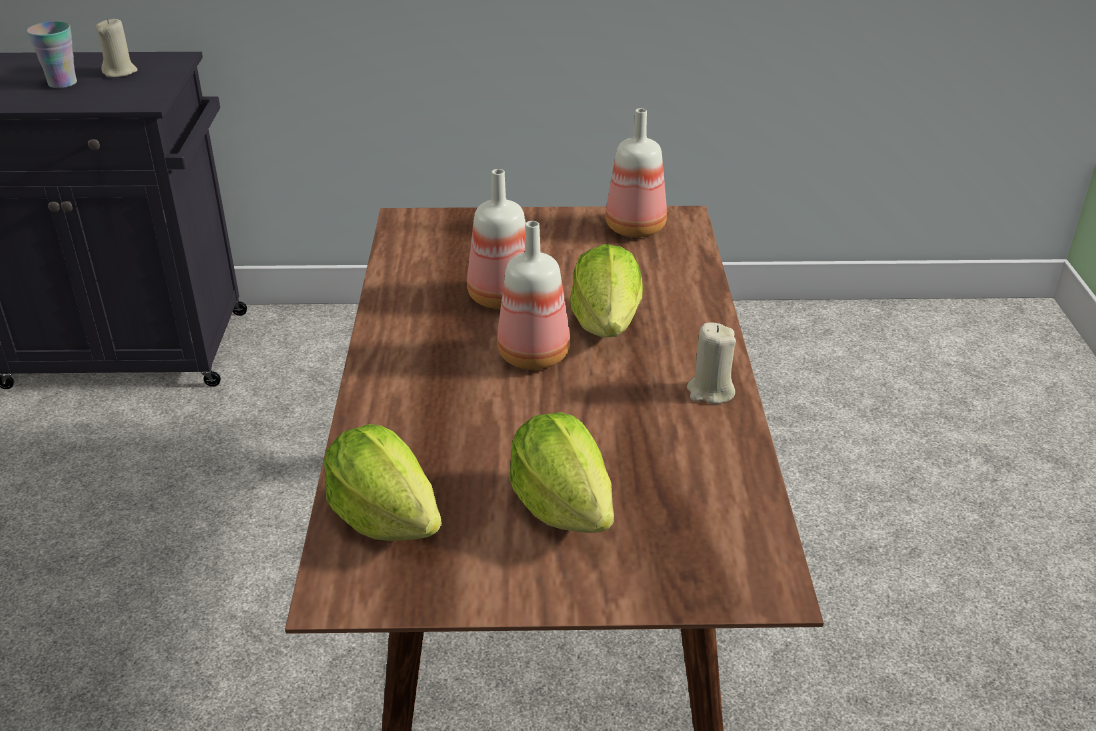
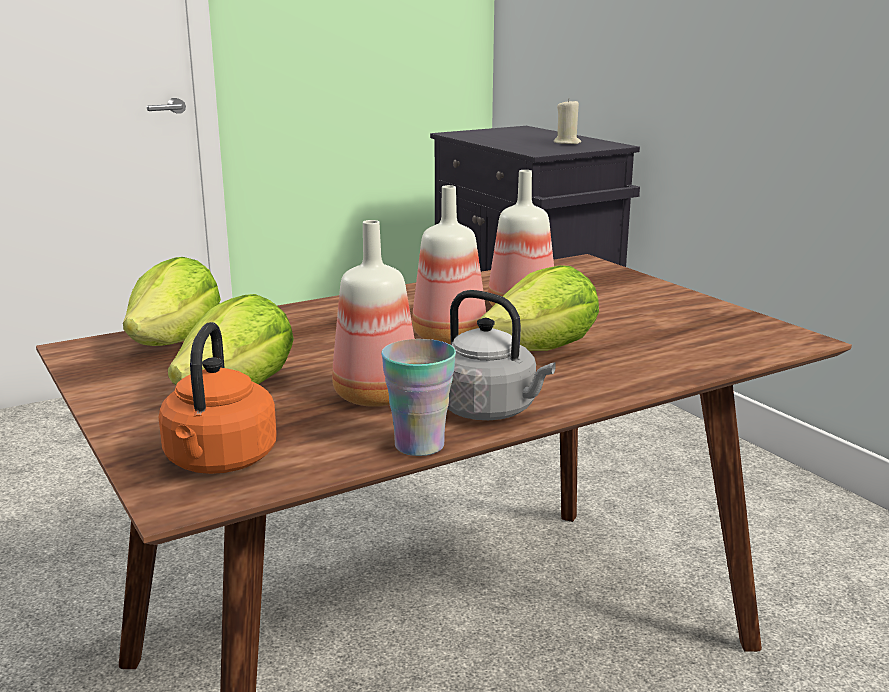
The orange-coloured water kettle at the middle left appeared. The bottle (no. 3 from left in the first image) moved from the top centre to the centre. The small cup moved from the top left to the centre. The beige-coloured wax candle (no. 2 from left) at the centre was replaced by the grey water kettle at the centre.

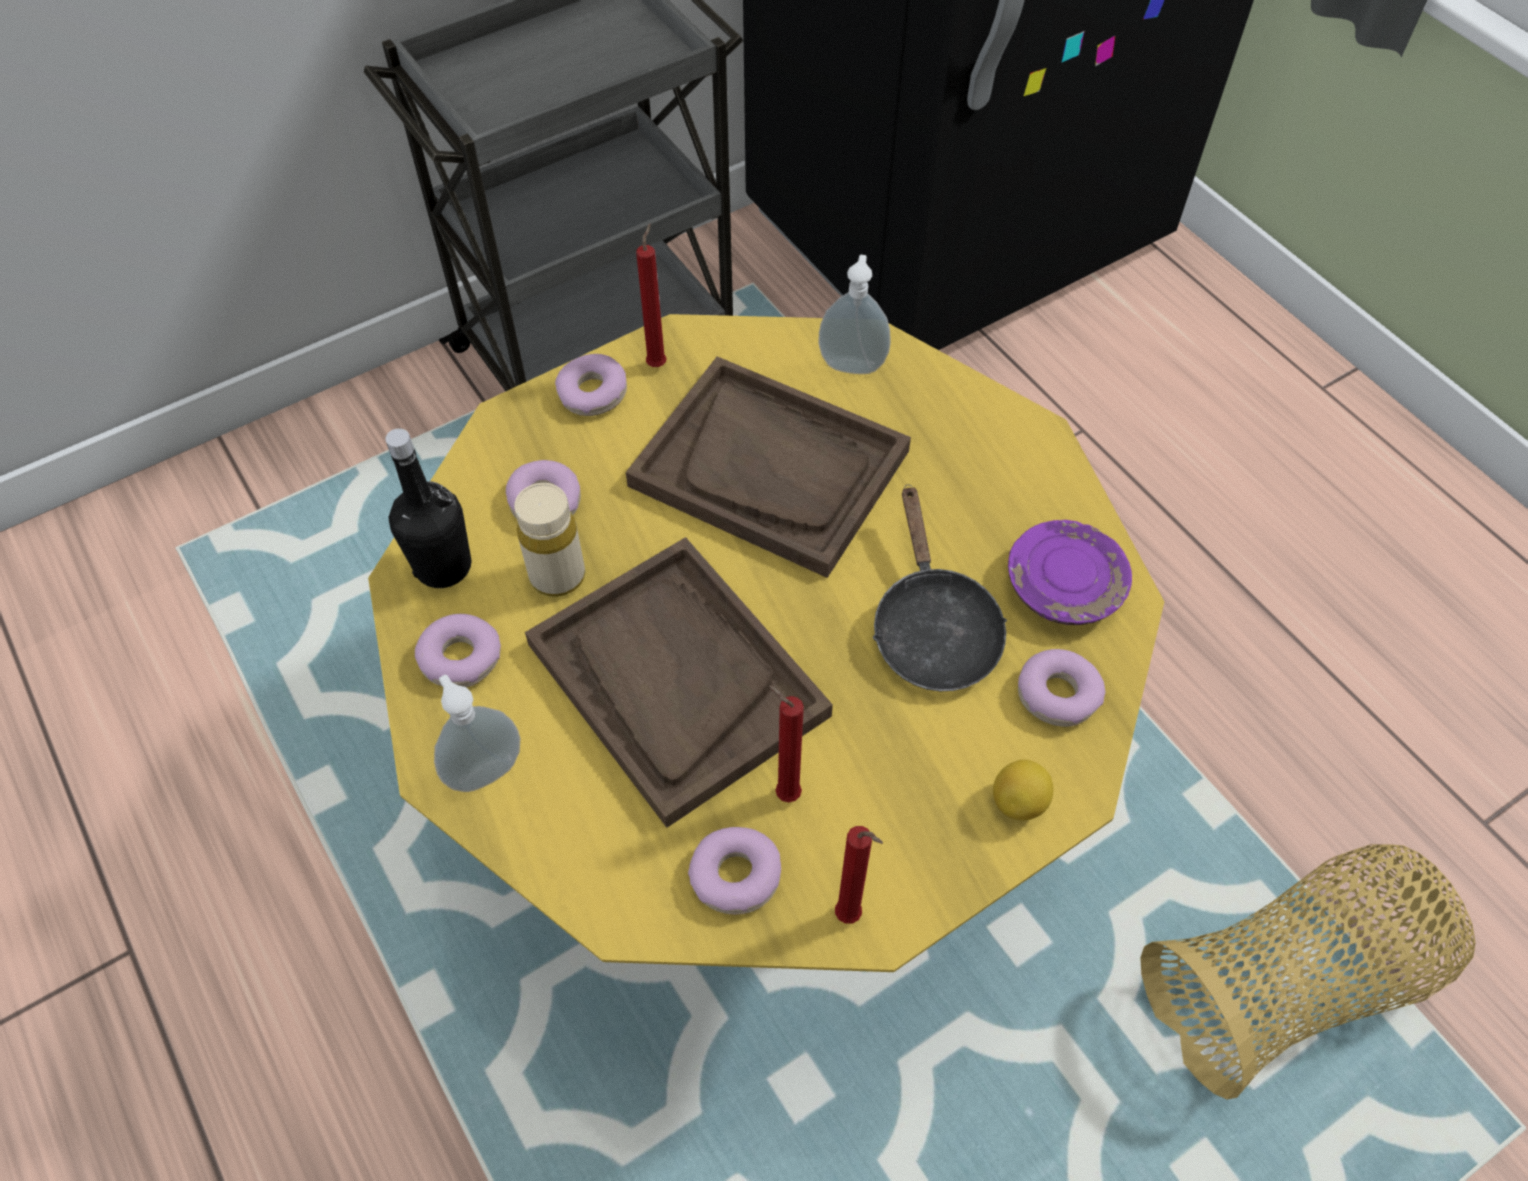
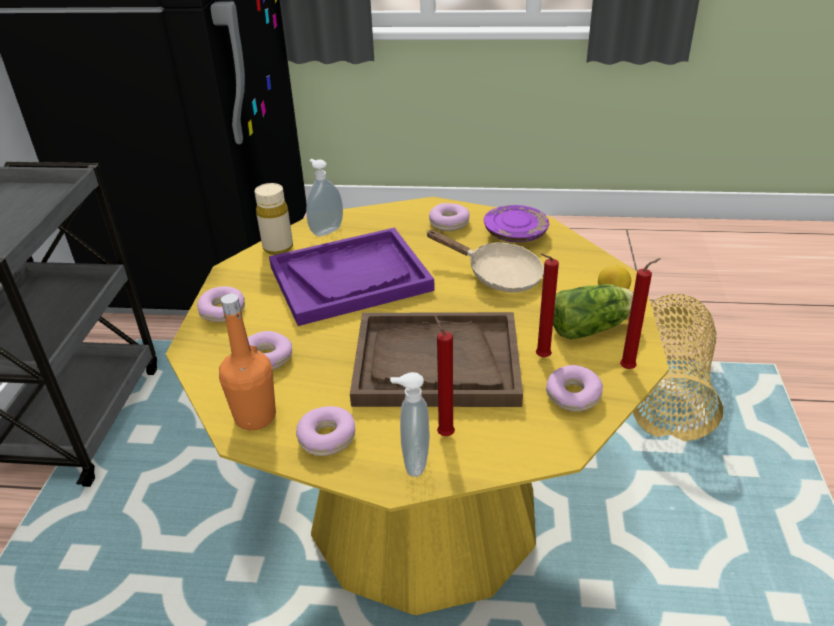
The black-coloured bottle at the middle left became the orange-coloured bottle at the middle left. The beige-coloured bottle moved from the centre to the middle left. The brownish tray (no. 2 from left) at the centre became the purple-coloured tray at the centre. The black-coloured pan at the centre became the beige-coloured pan at the centre. The doughnut (no. 5 from left in the first image) moved from the middle right to the centre. The reddish wax candle (no. 1 from left) moved from the top centre to the centre. The lettuce at the middle right appeared.

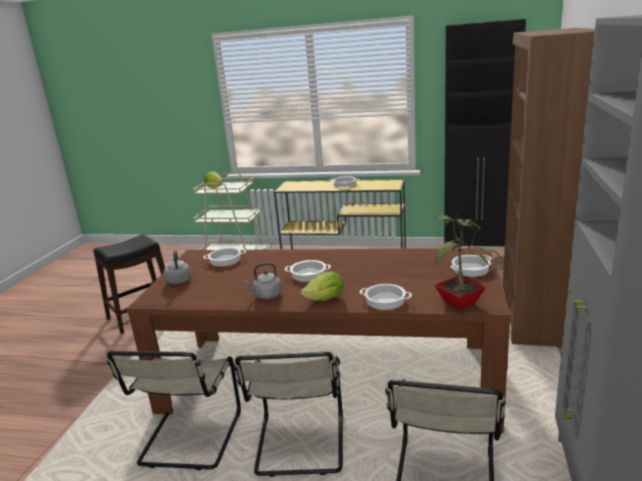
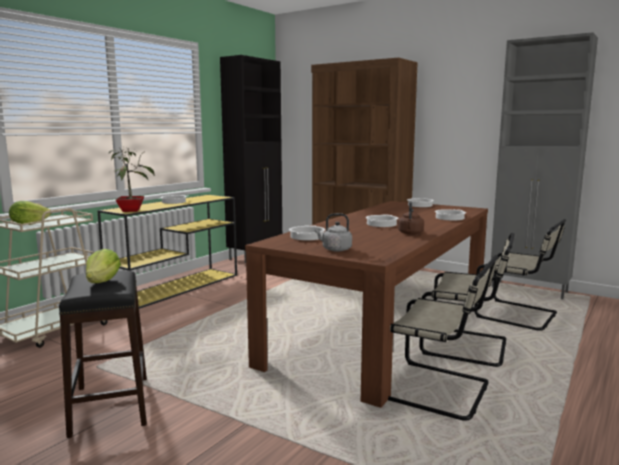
The lettuce (no. 2 from left) moved from the centre to the middle left. The potted plant moved from the middle right to the middle left. The grey water kettle (no. 2 from left) at the centre became the brownish water kettle at the centre.

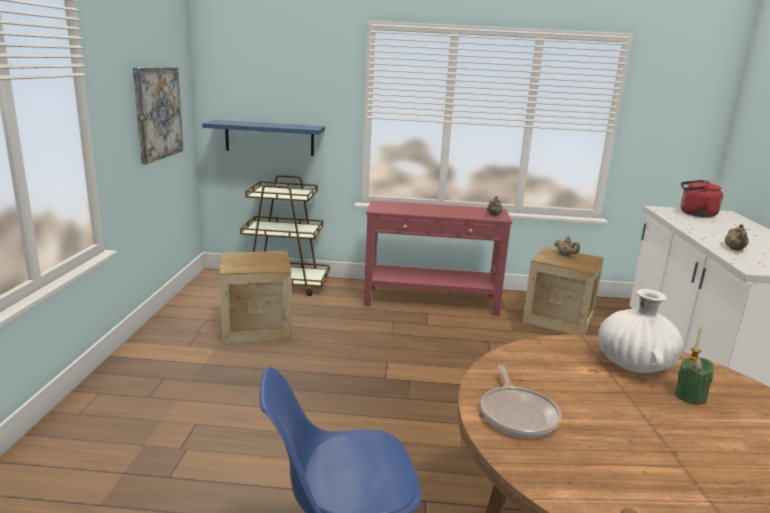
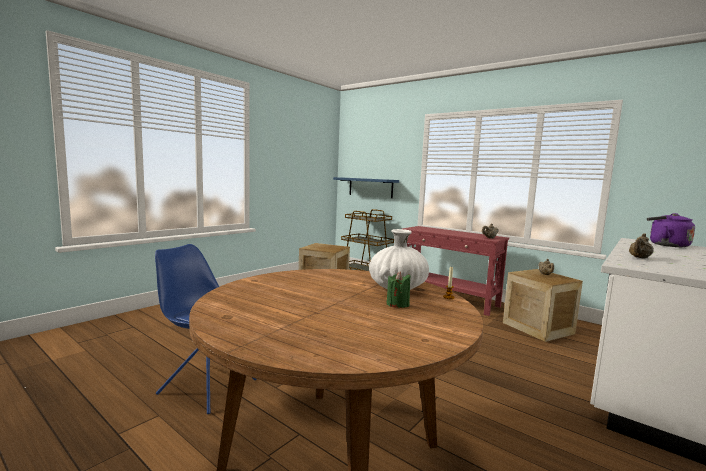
The reddish water kettle at the middle right became the purple-coloured water kettle at the middle right. The wall art at the top left disappeared. The pan at the bottom right disappeared.

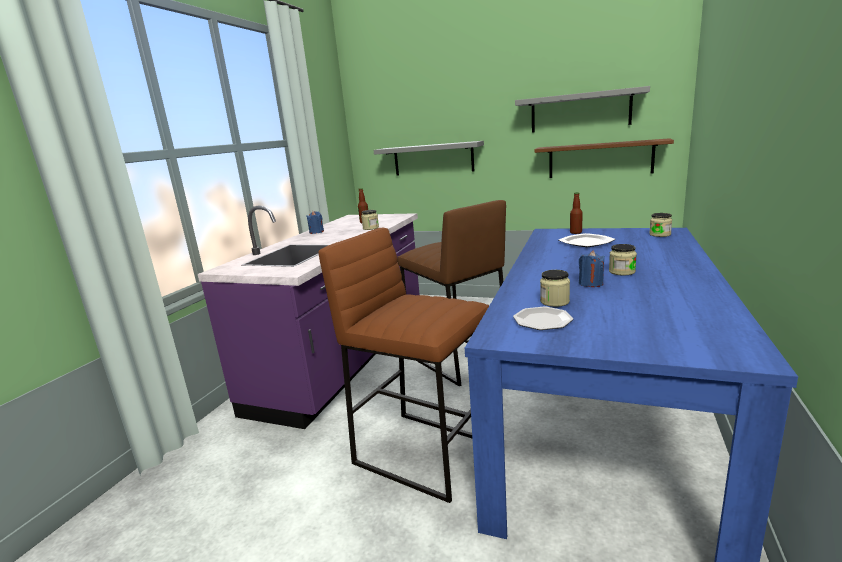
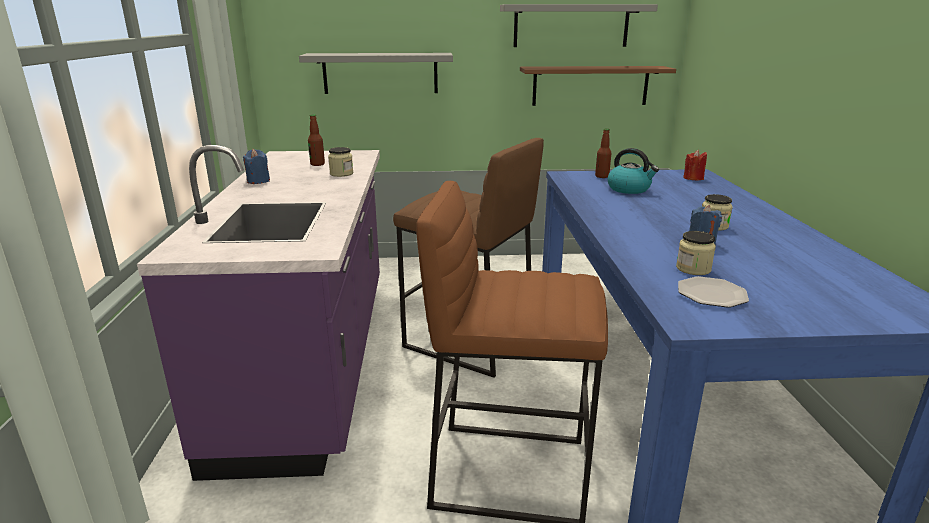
The plate (no. 2 from left) at the middle right was replaced by the water kettle at the top right. The storage jar (no. 4 from left) at the middle right was replaced by the reddish wax candle at the top right.

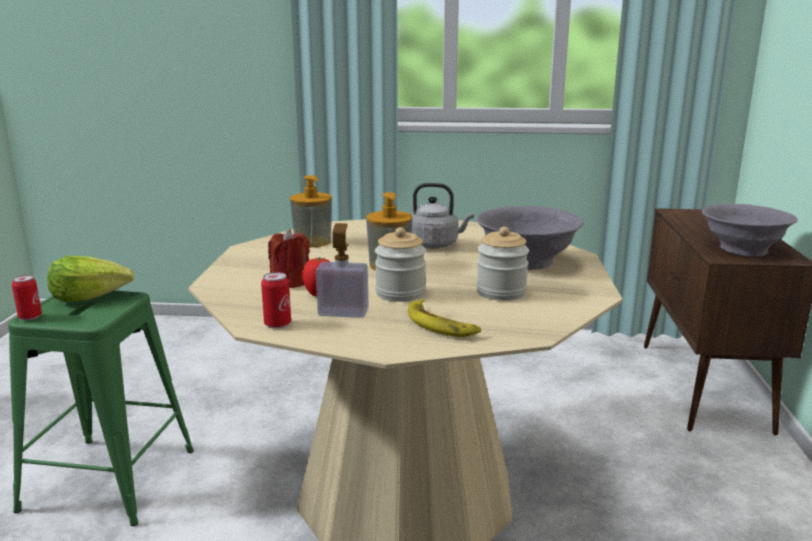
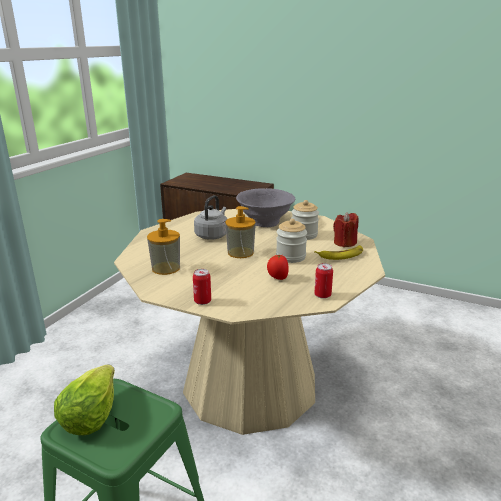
The can (no. 1 from left) moved from the middle left to the centre. The reddish wax candle moved from the centre to the middle right. The soap dispenser (no. 2 from left) at the centre disappeared. The grey bowl (no. 2 from left) at the middle right disappeared.

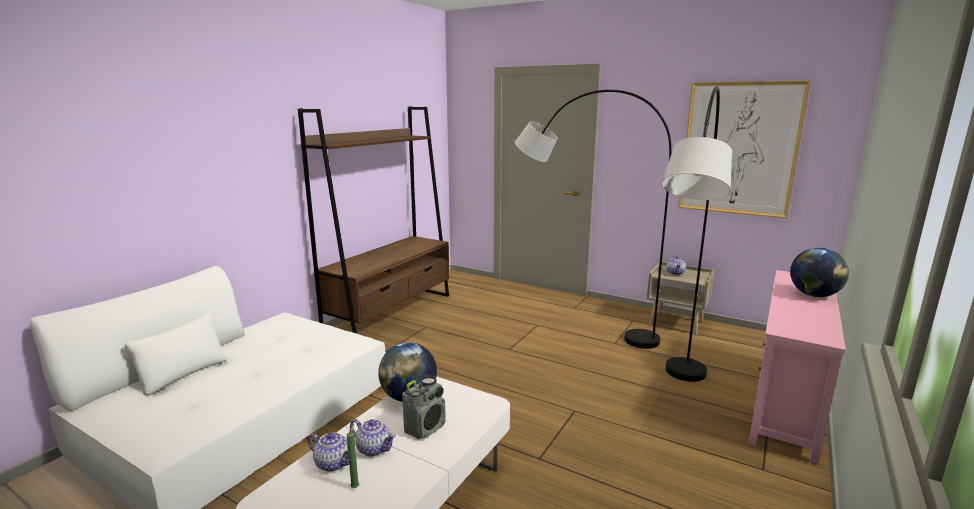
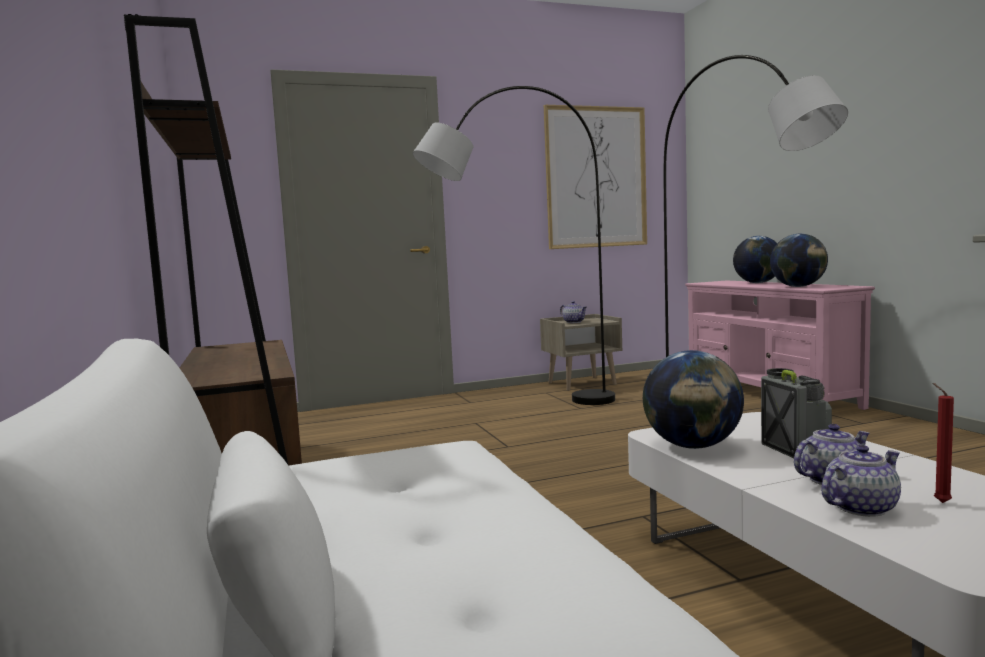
The world globe (no. 3 from left) at the middle right appeared. The greenish wax candle at the bottom centre became the reddish wax candle at the bottom right.

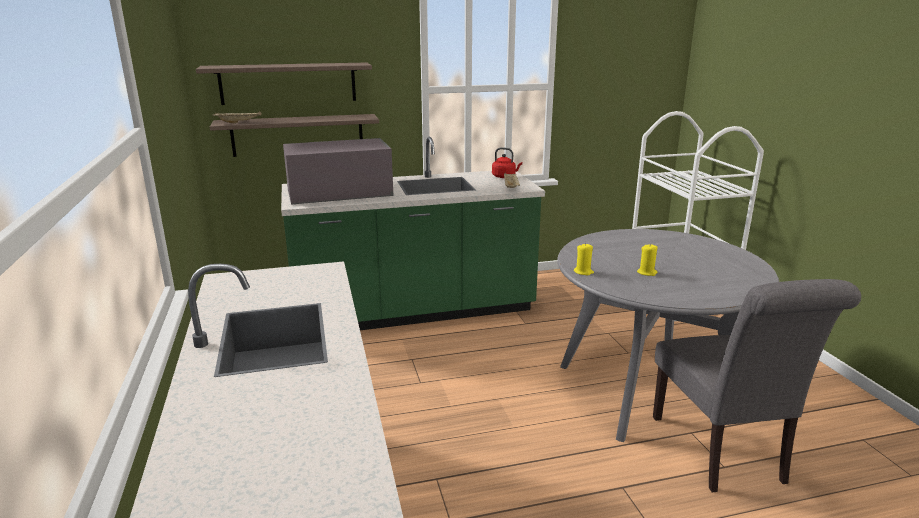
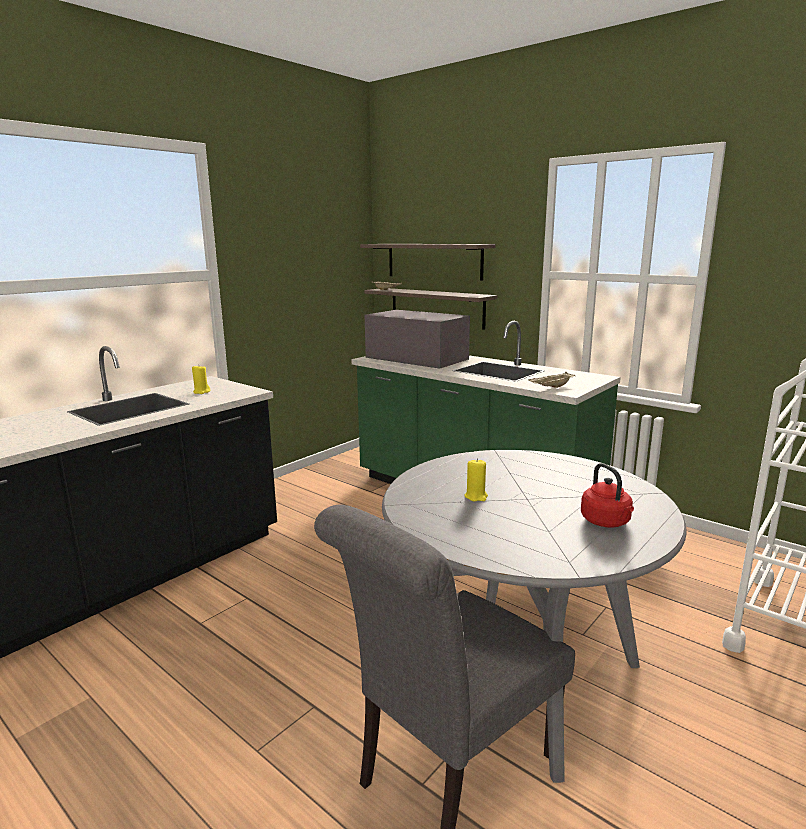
The yellowish wax candle (no. 1 from left) moved from the centre to the middle left. The reddish water kettle moved from the top centre to the middle right.

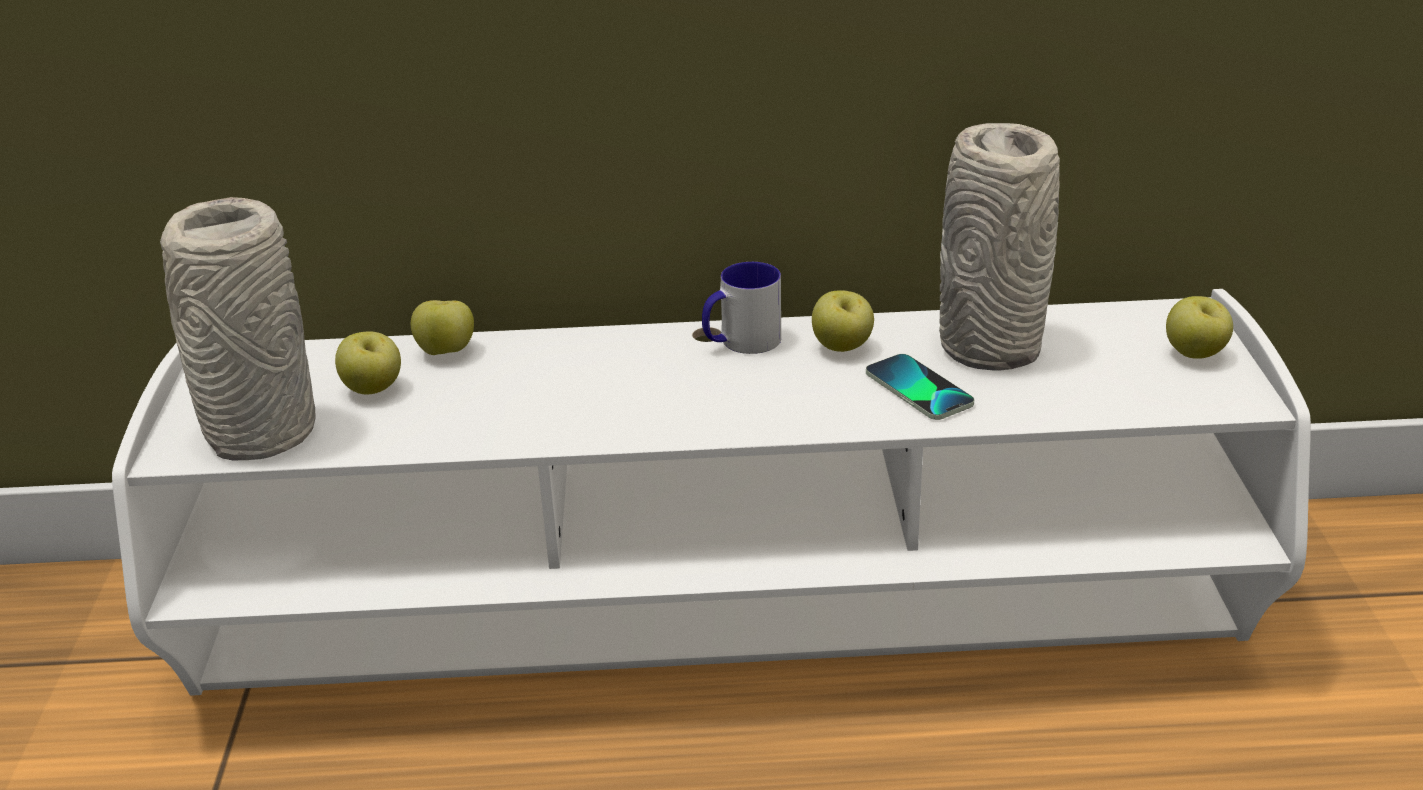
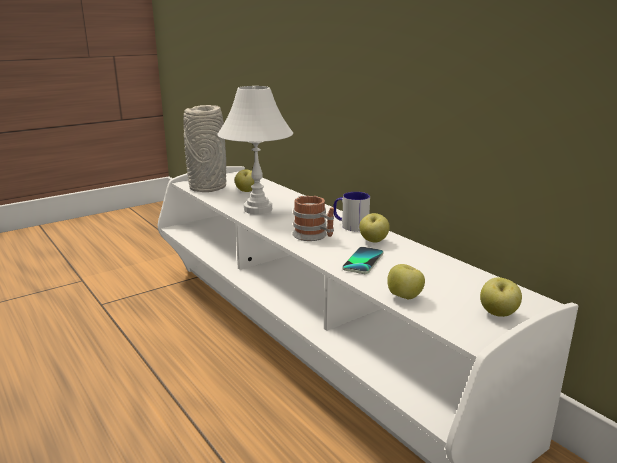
The white-coloured lamp for a table at the top centre appeared. The mug (no. 1 from left) at the centre appeared. The apple (no. 2 from left in the first image) moved from the middle left to the centre. The grey vase (no. 2 from left) at the top right disappeared.

